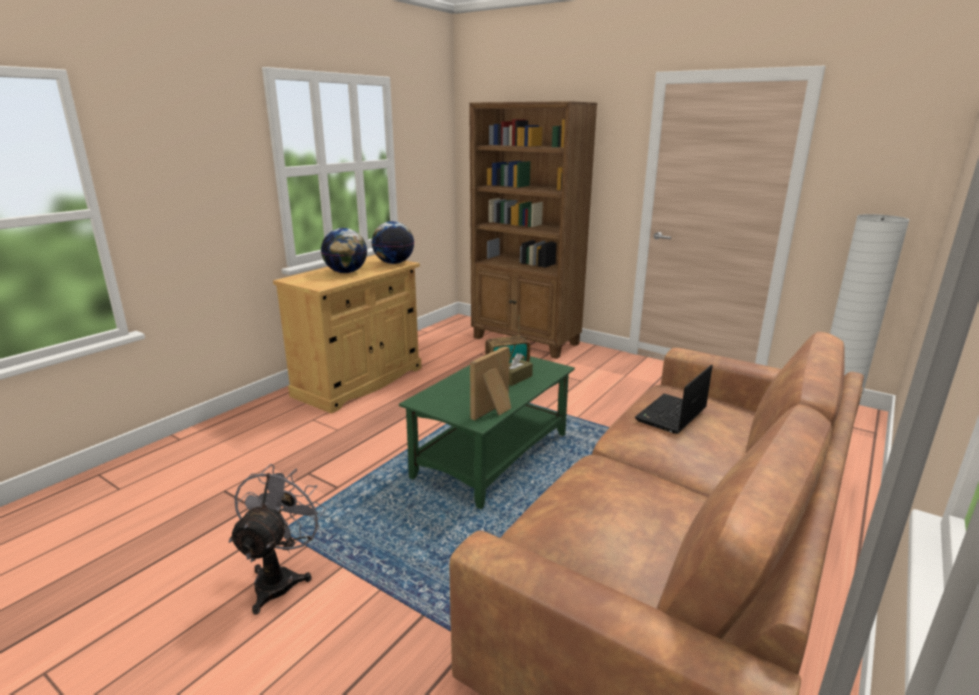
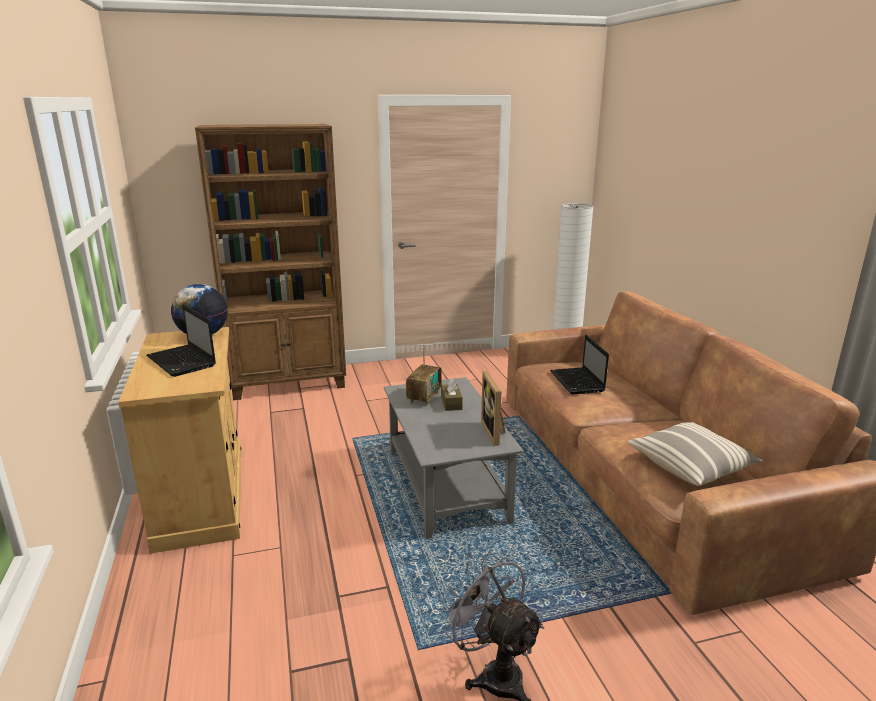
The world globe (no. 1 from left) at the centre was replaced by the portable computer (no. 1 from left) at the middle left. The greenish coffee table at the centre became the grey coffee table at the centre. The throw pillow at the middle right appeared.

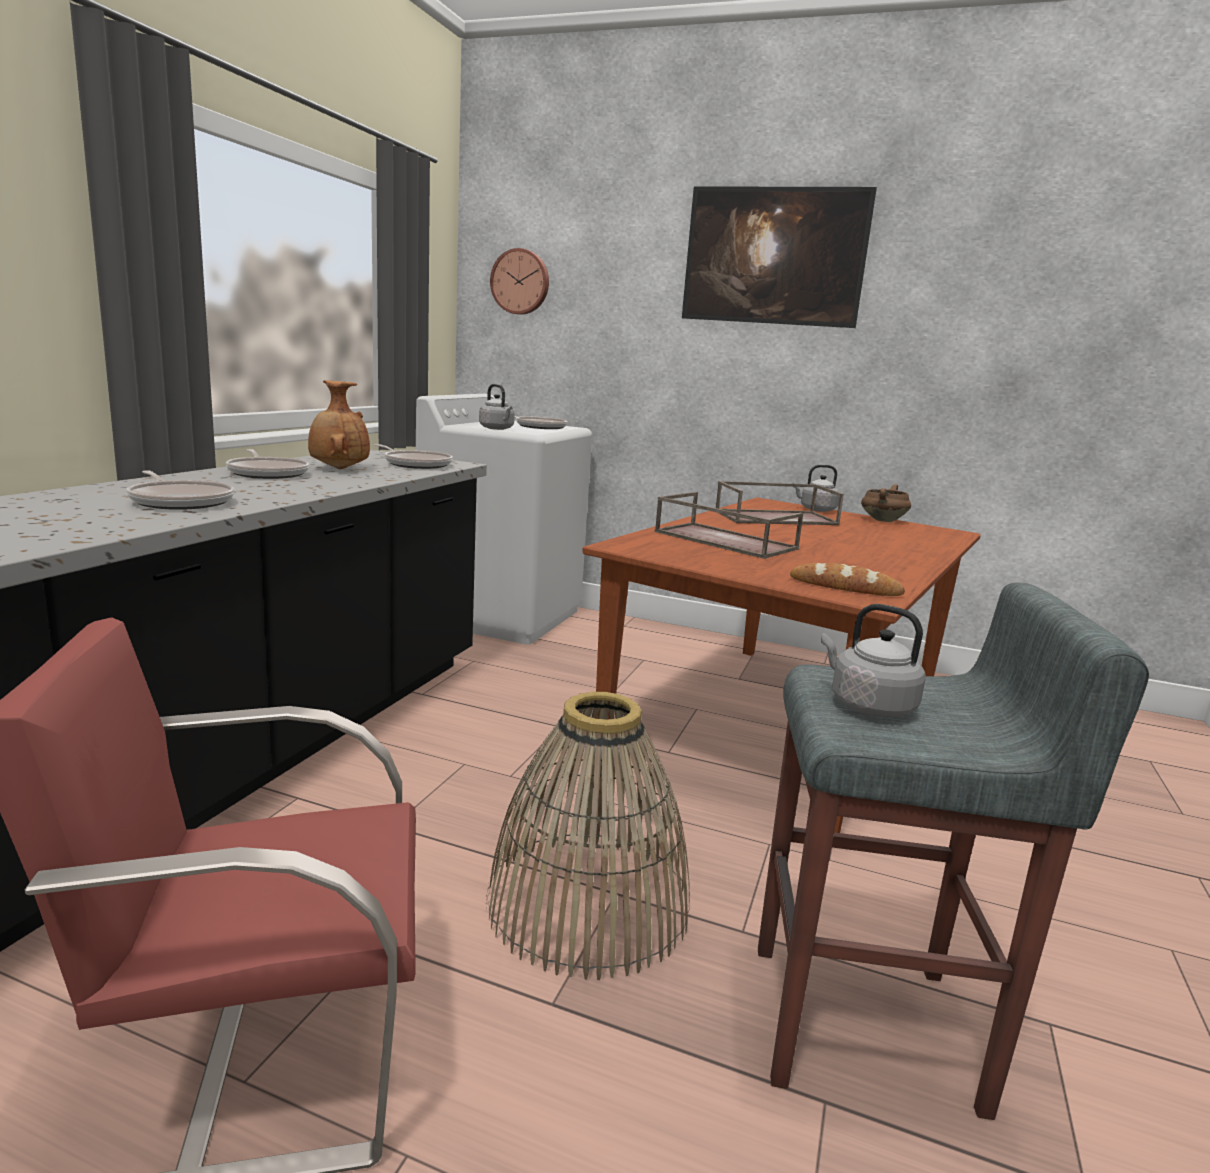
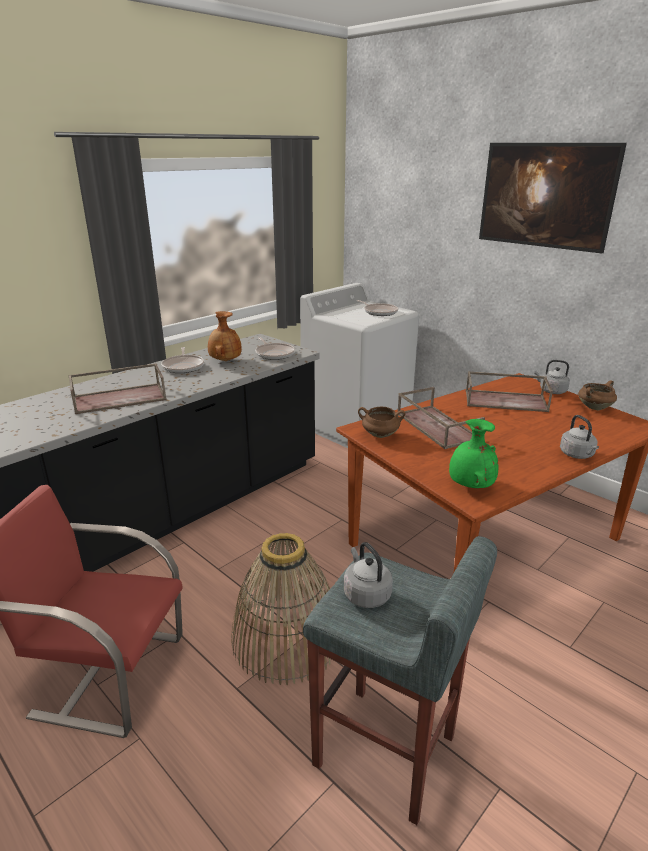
The pan (no. 1 from left) at the middle left was replaced by the brownish tray (no. 1 from left) at the middle left. The brownish cooking pot (no. 1 from left) at the centre appeared. The bread at the middle right was replaced by the greenish vase at the middle right. The grey water kettle (no. 1 from left in the first image) moved from the centre to the middle right. The clock on the wall at the top centre disappeared.

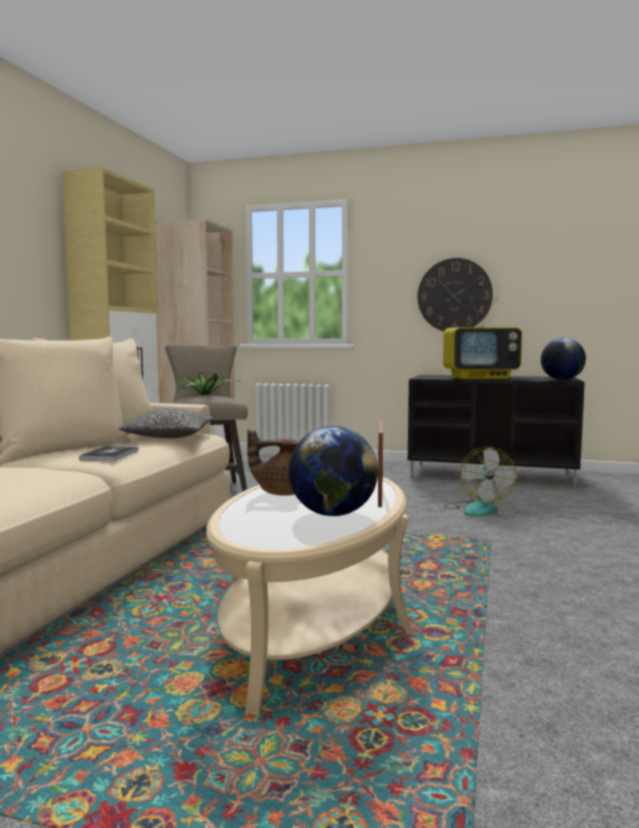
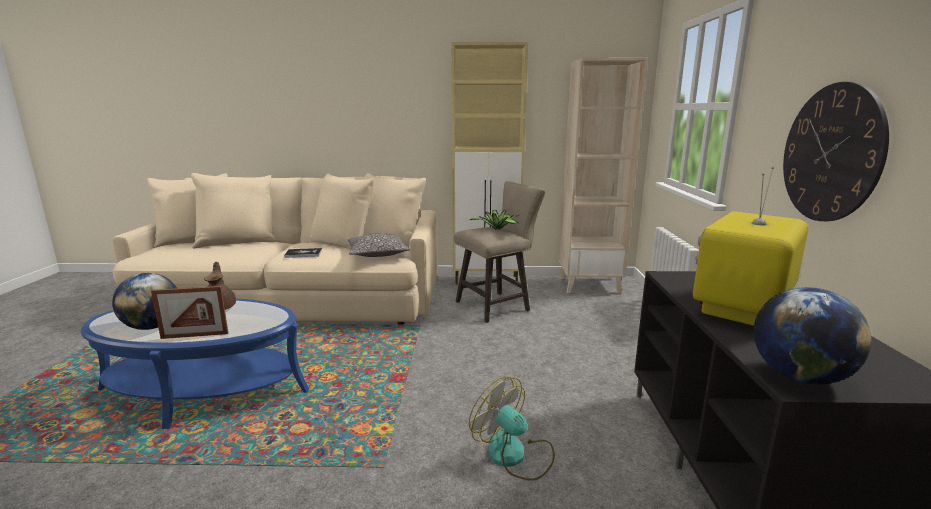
The beige-coloured coffee table at the bottom centre became the blue-coloured coffee table at the bottom left. The electric fan at the middle right turned 60 degrees clockwise. The TV set at the middle right turned 60 degrees clockwise.

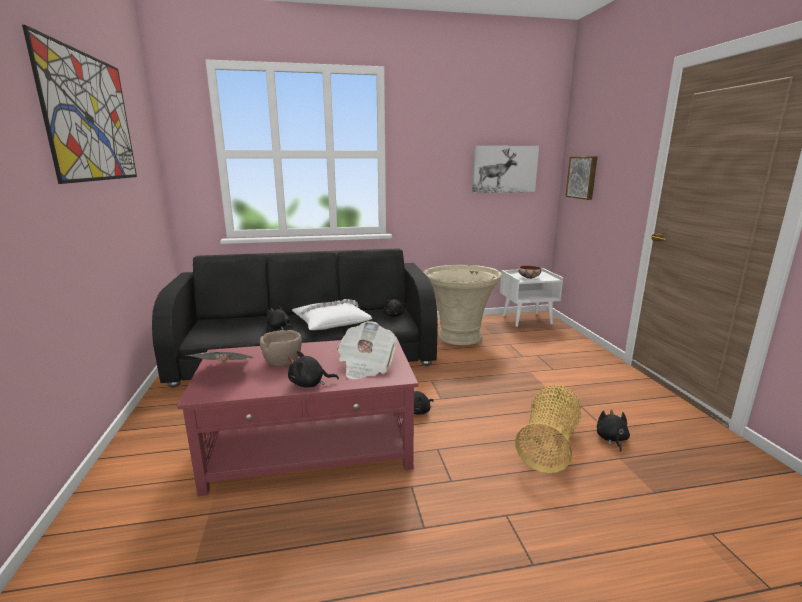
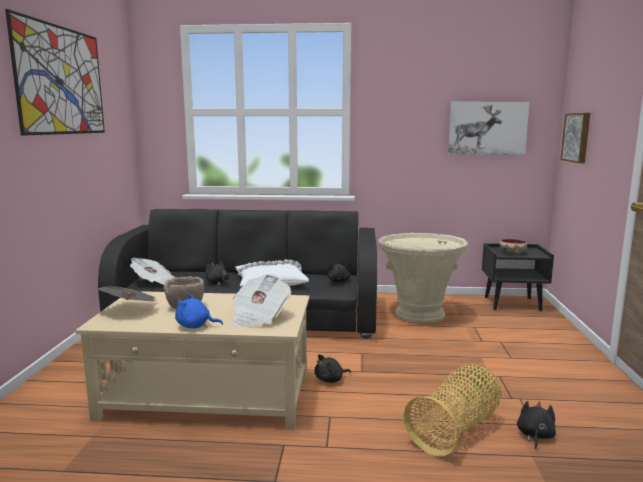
The reddish coffee table at the bottom centre became the beige-coloured coffee table at the bottom left. The newspaper (no. 2 from left) at the middle left appeared. The black-coloured plush toy (no. 2 from left) at the centre became the blue-coloured plush toy at the middle left. The white-coloured nightstand at the centre became the black-coloured nightstand at the middle right.

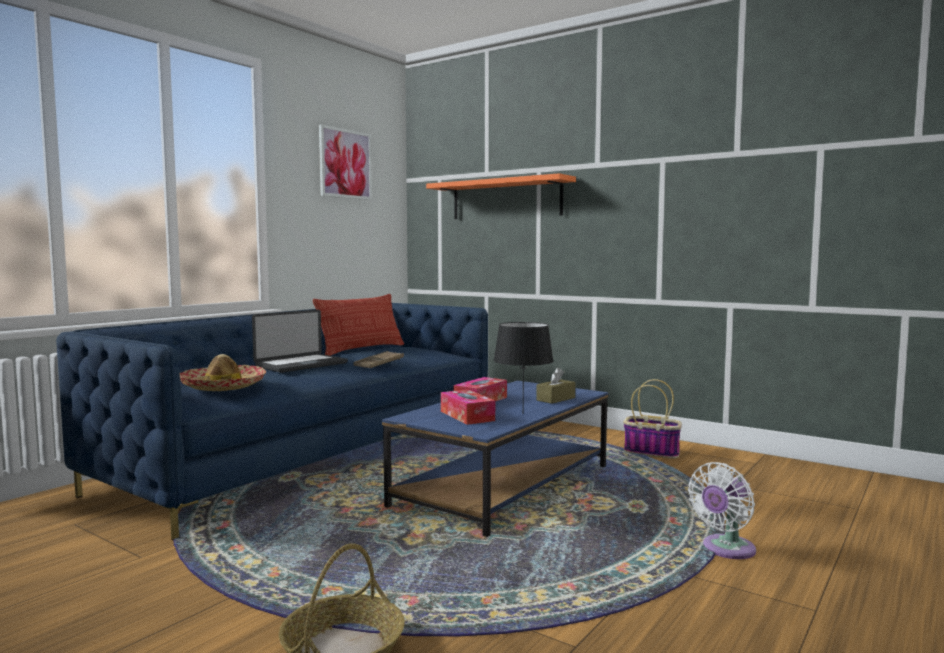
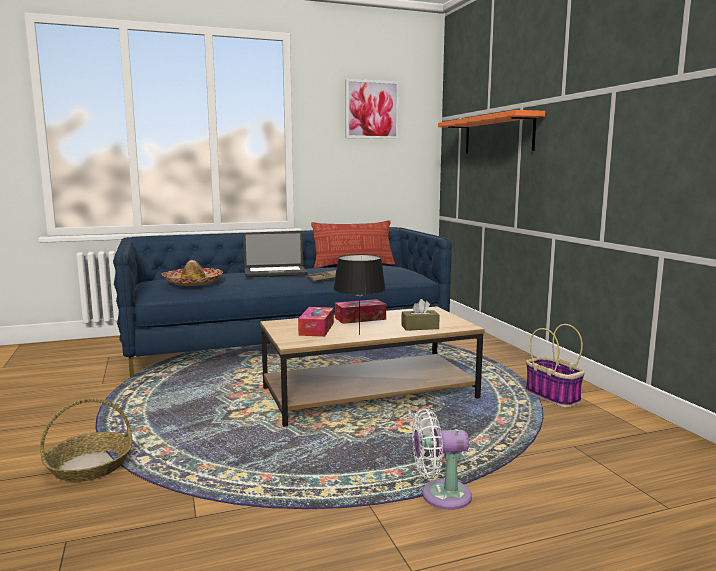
The blue-coloured coffee table at the bottom centre became the brownish coffee table at the centre.

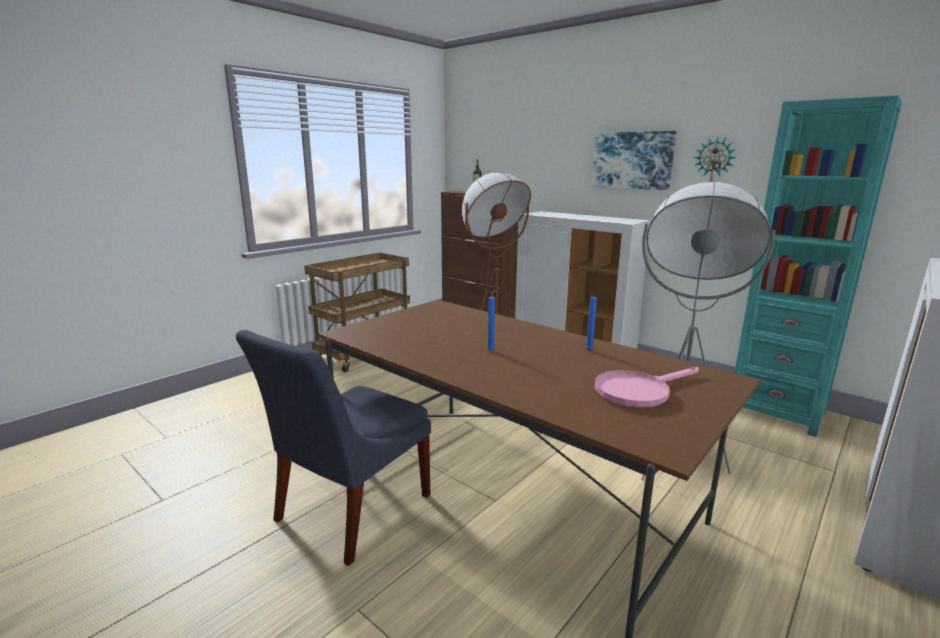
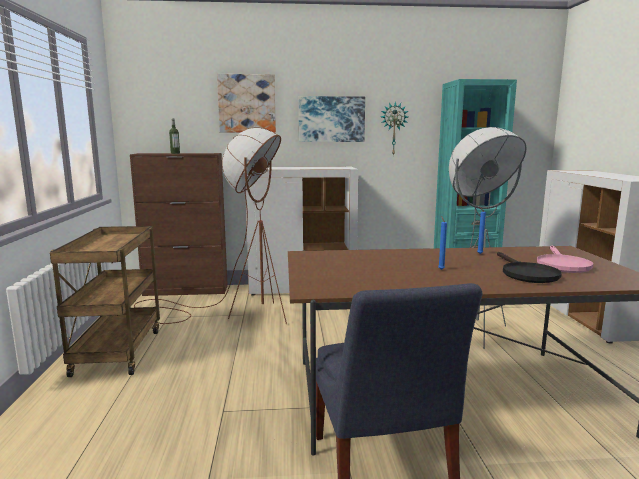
The wall art (no. 1 from left) at the top centre appeared. The black-coloured pan at the middle right appeared.

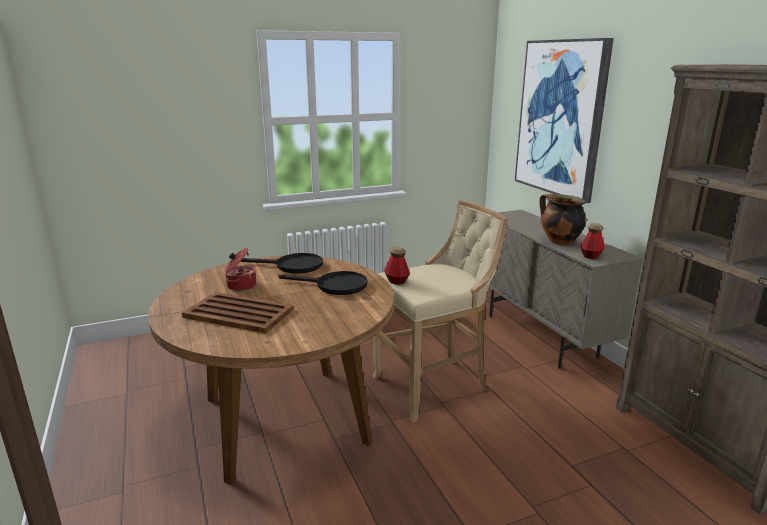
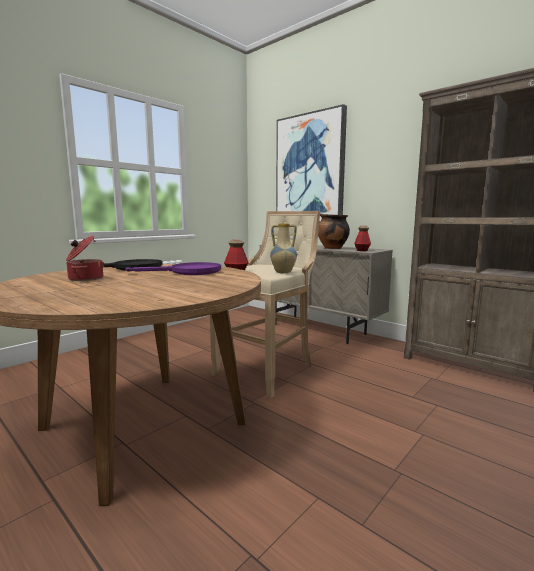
The black-coloured pan (no. 2 from left) at the centre became the purple-coloured pan at the middle left. The vase at the centre appeared. The brownish tray at the middle left disappeared.

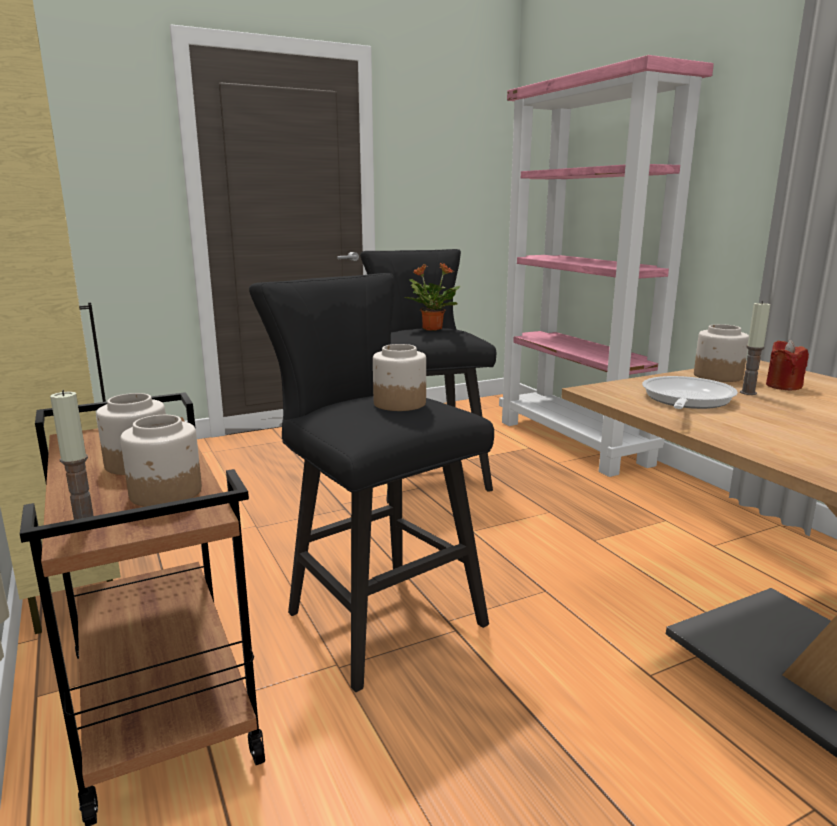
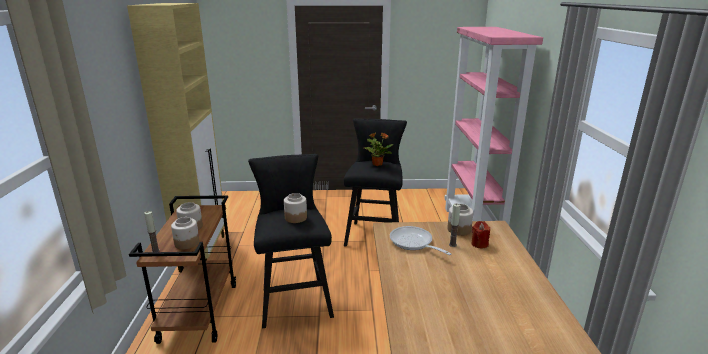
The pan at the middle right turned 90 degrees counterclockwise.

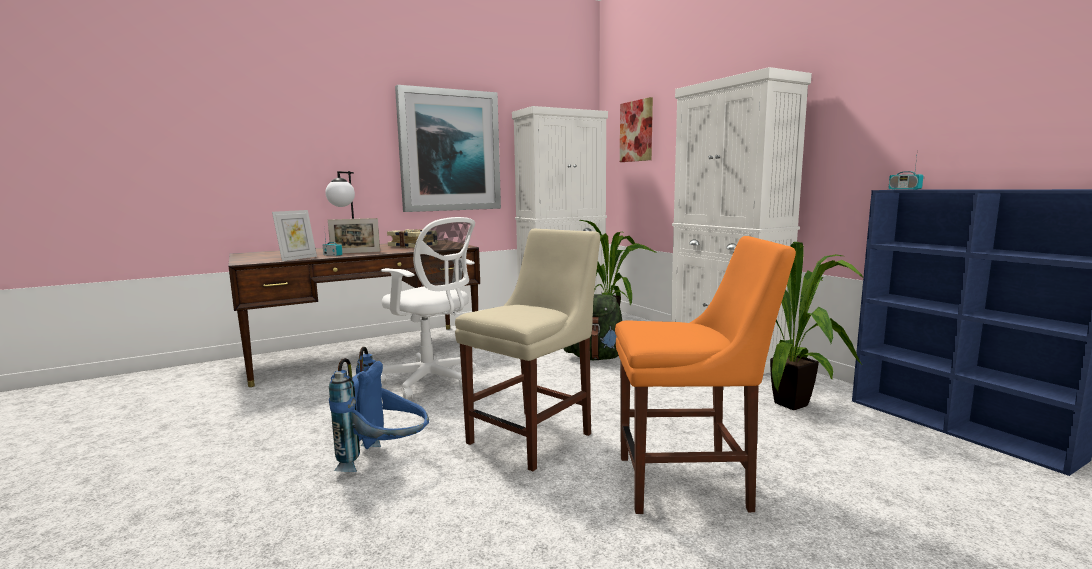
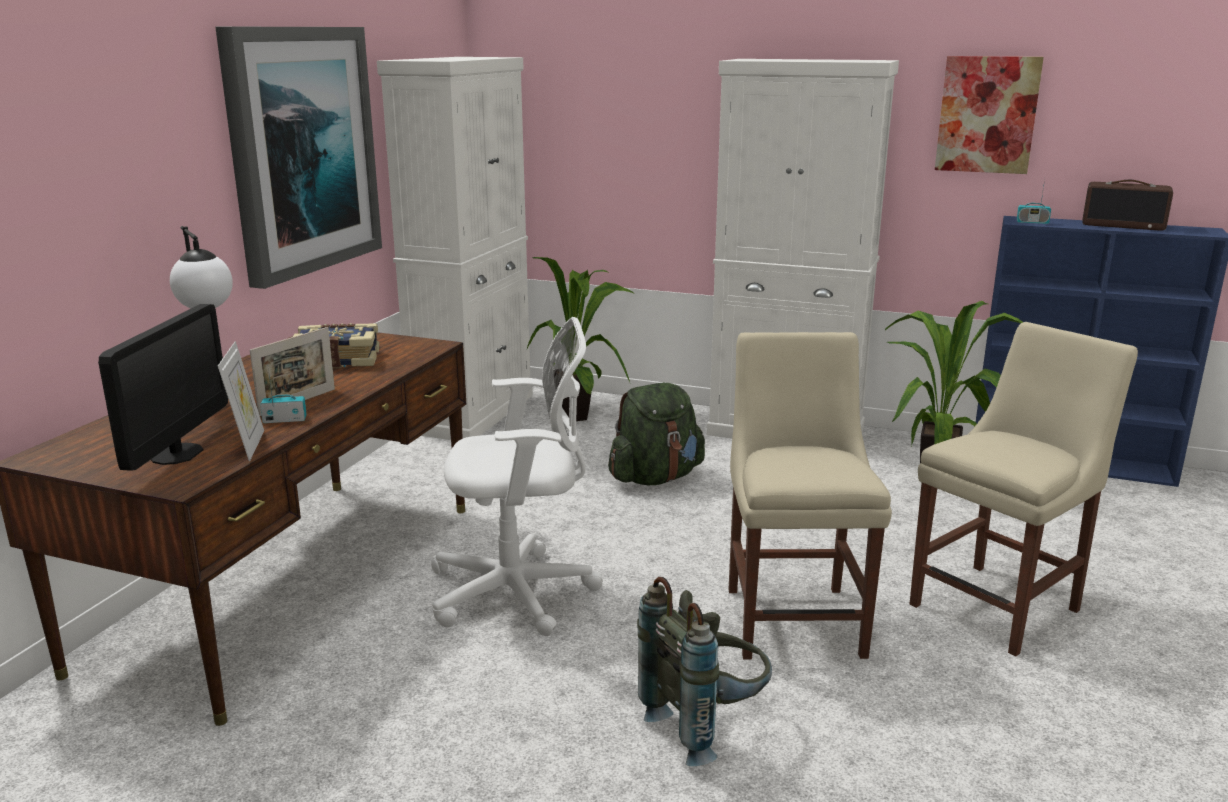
The computer screen at the middle left appeared. The blue-coloured rucksack at the bottom centre became the grey rucksack at the bottom centre. The orange-coloured plain chair at the centre became the beige-coloured plain chair (no. 2 from left) at the middle right. The wall art (no. 2 from left) moved from the top centre to the top right. The radio (no. 3 from left) at the top right appeared.

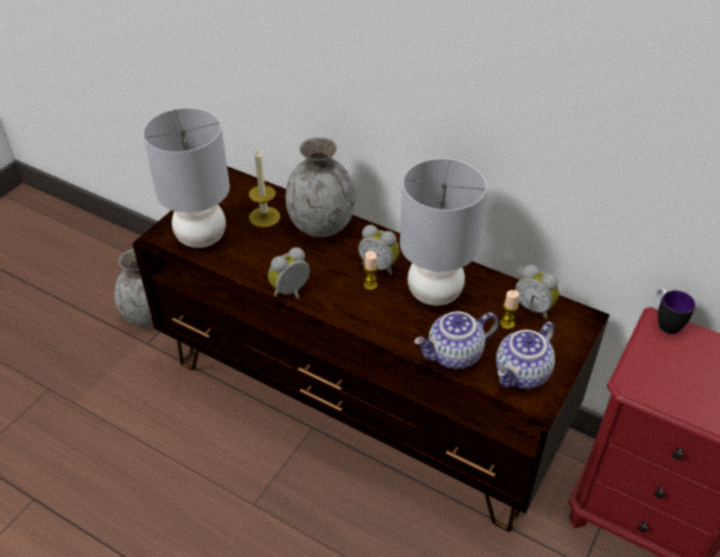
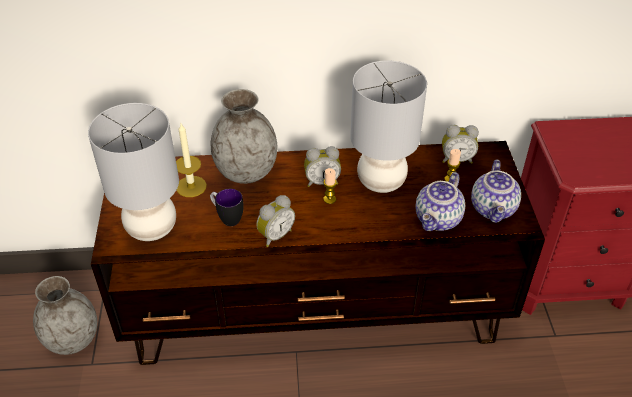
The mug moved from the middle right to the centre. The alarm clock (no. 1 from left) at the centre turned 150 degrees counterclockwise.

